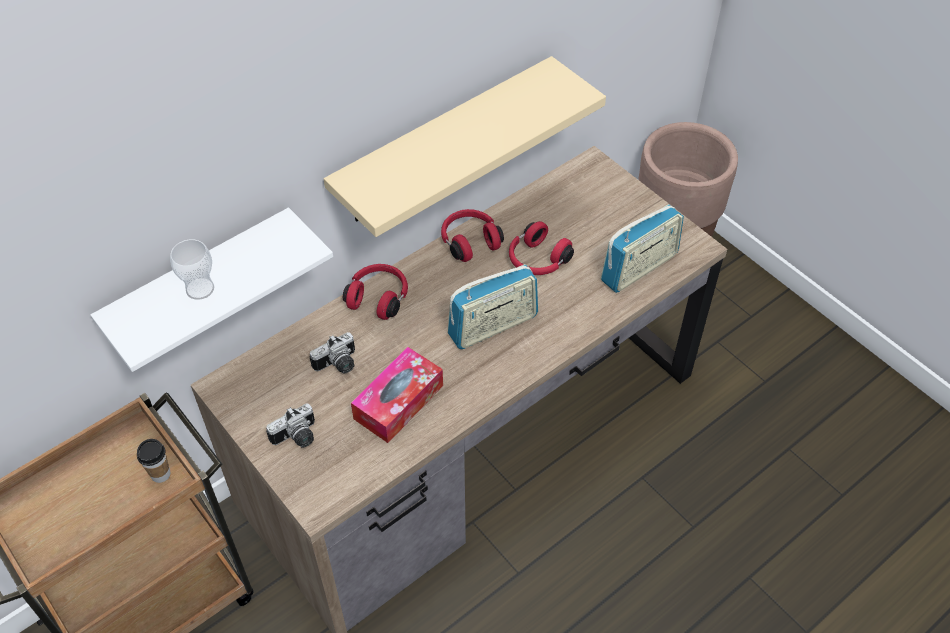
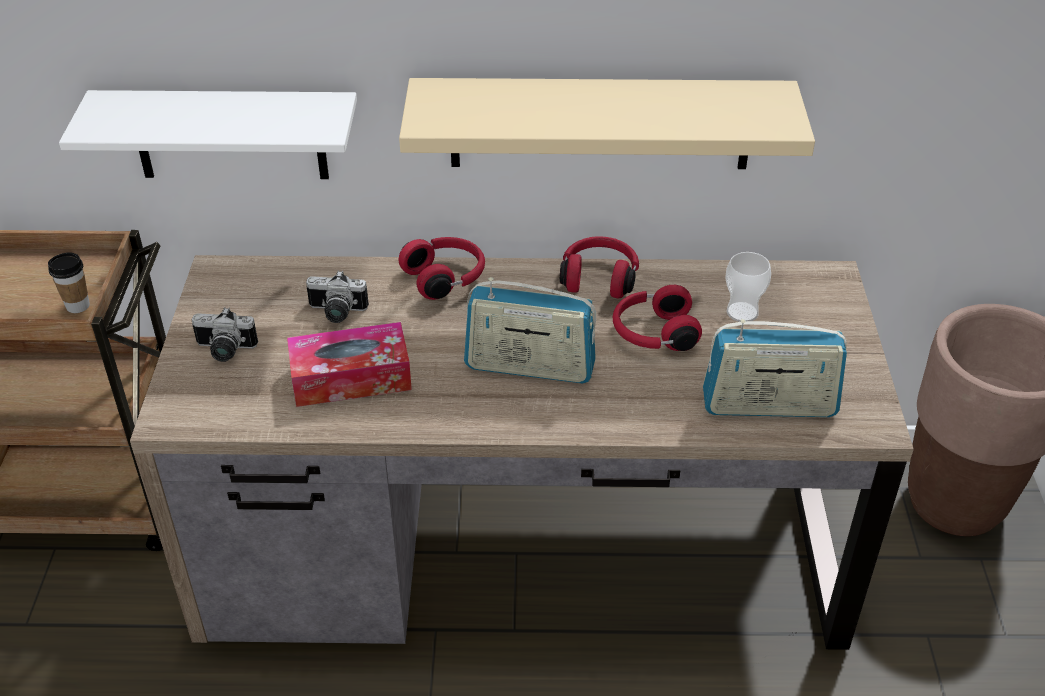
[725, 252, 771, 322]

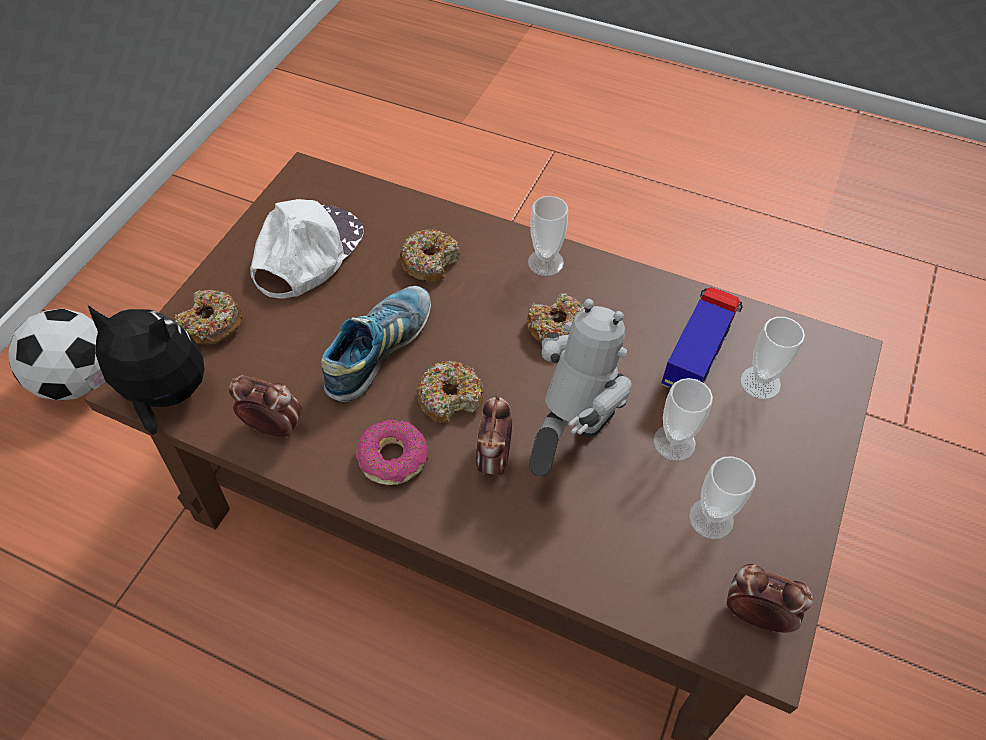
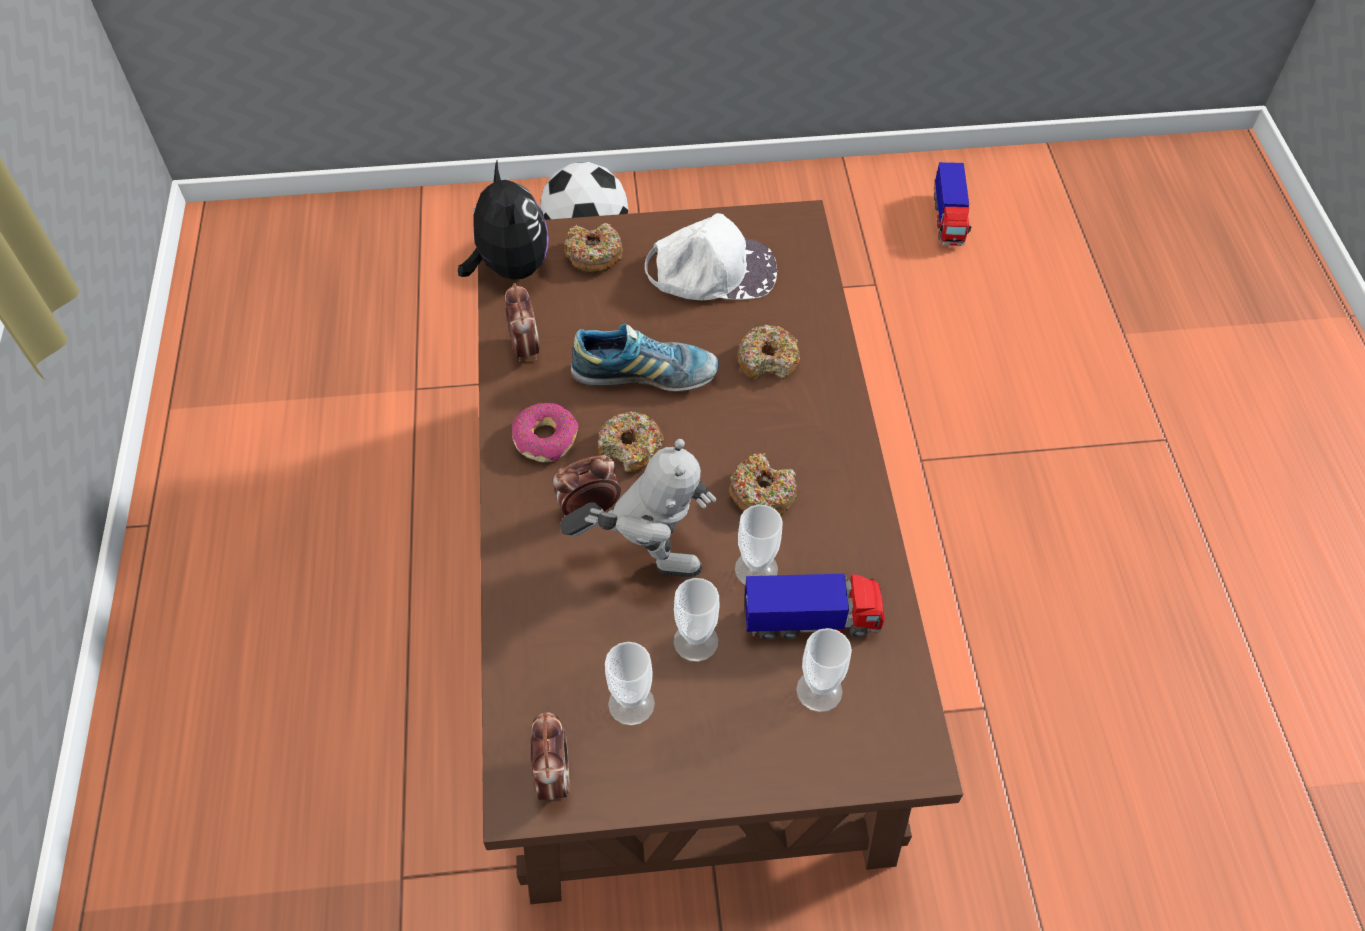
[934, 162, 972, 246]
[735, 504, 783, 585]

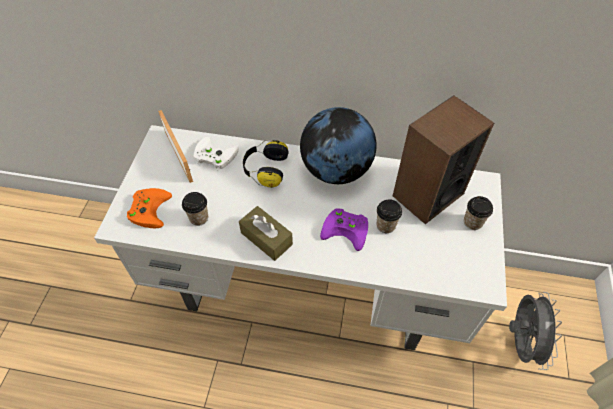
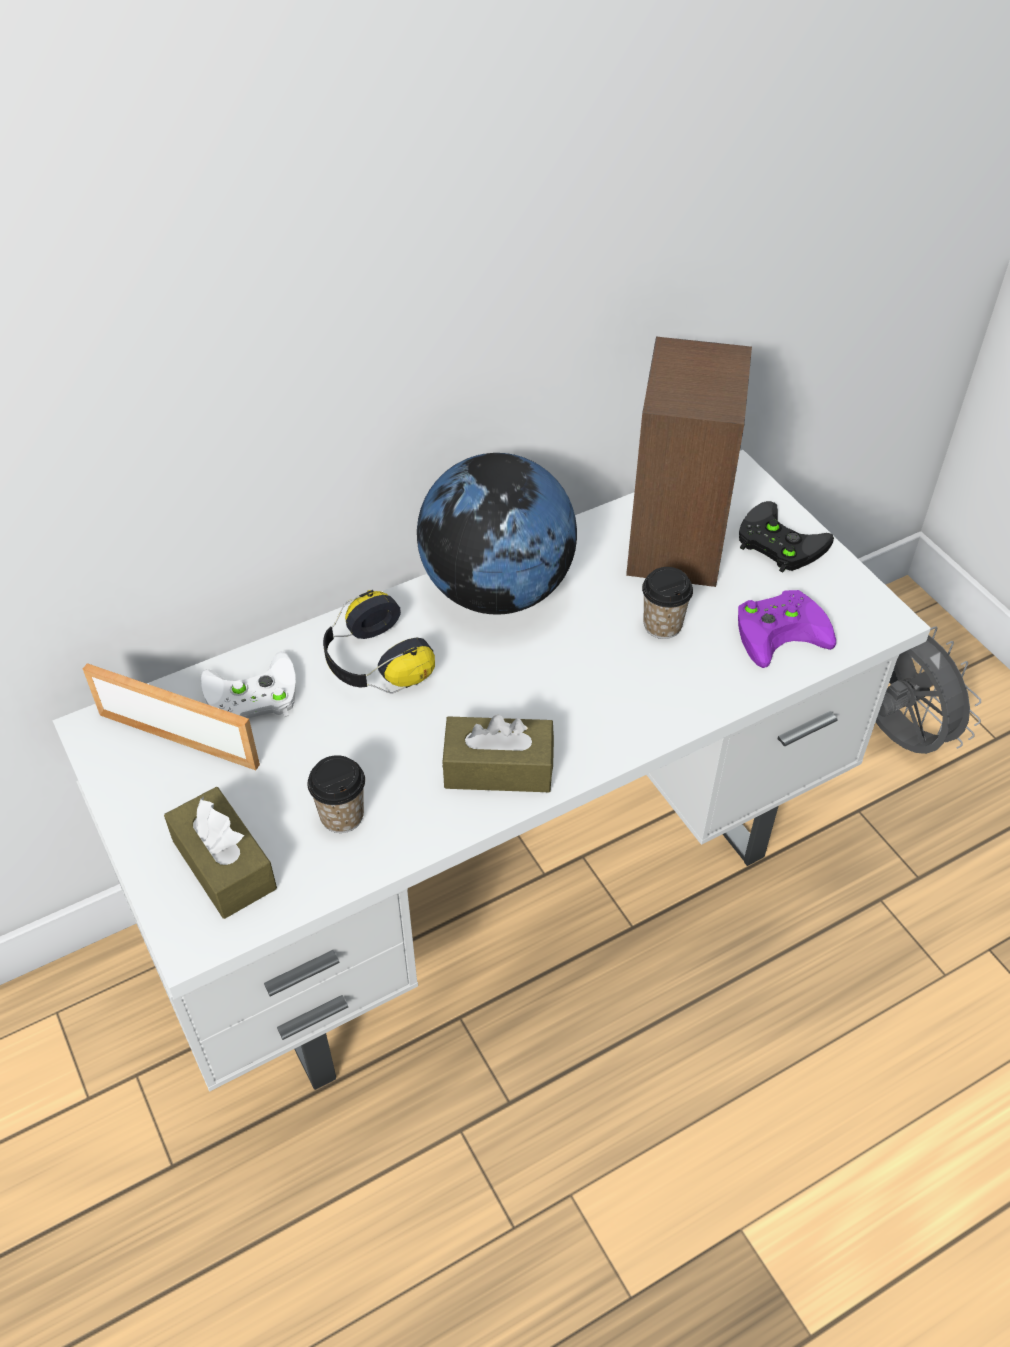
[738, 590, 836, 668]
[164, 787, 277, 919]
[739, 501, 834, 573]

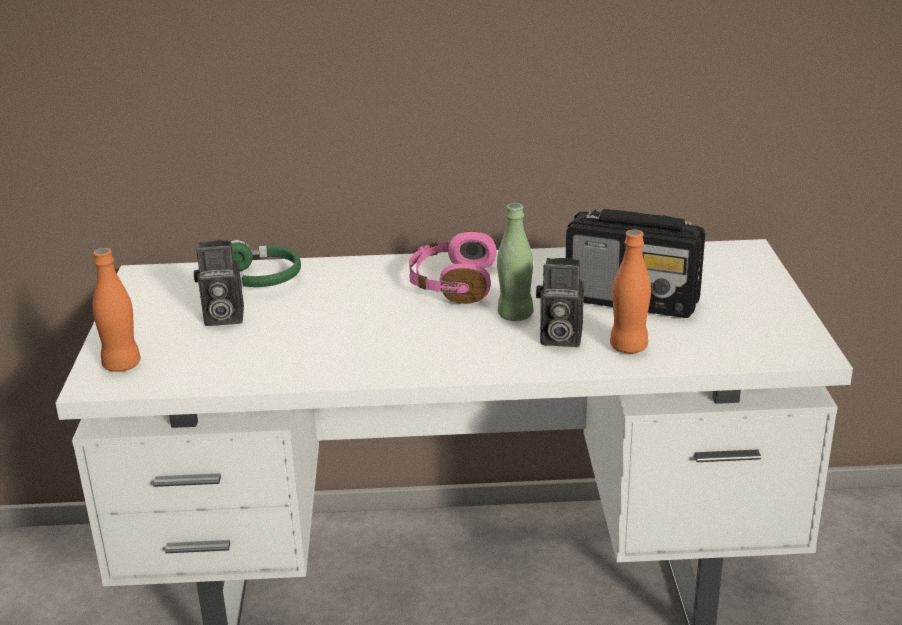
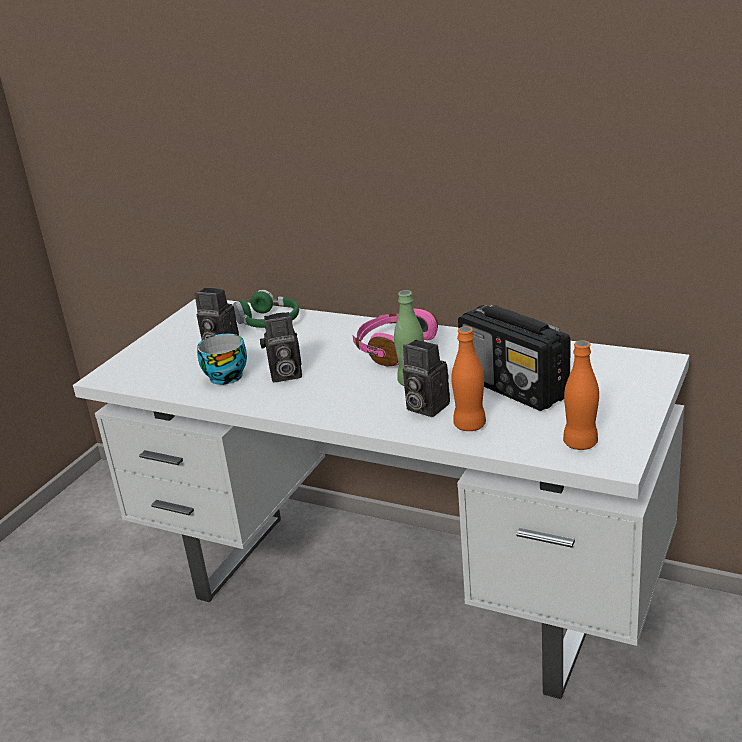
[197, 334, 247, 385]
[260, 312, 302, 382]
[563, 340, 599, 450]

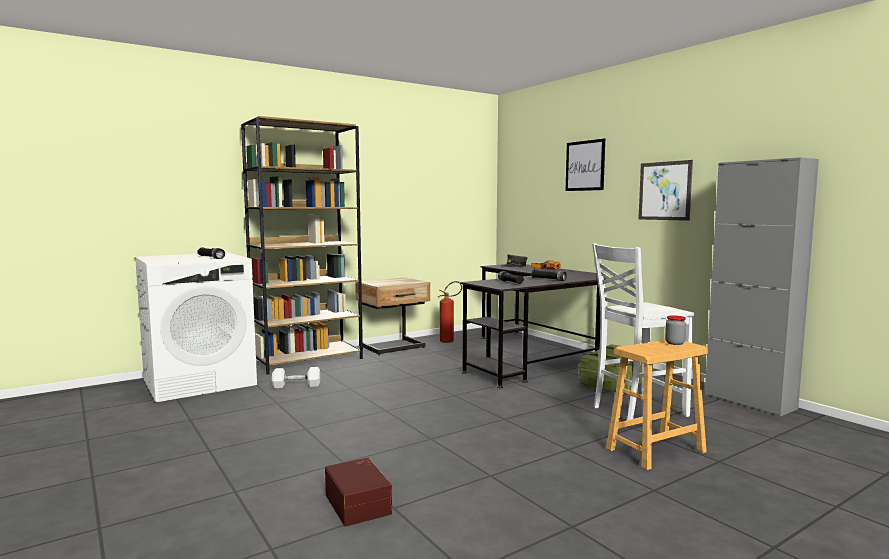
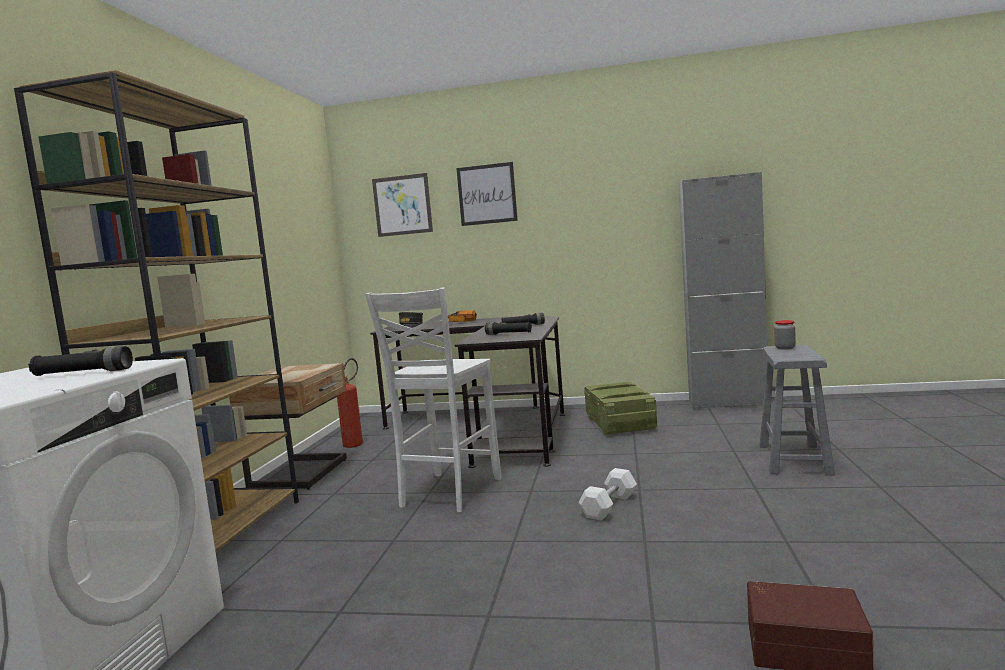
[578, 468, 637, 520]
[365, 288, 501, 512]
[372, 173, 433, 237]
[759, 345, 835, 475]

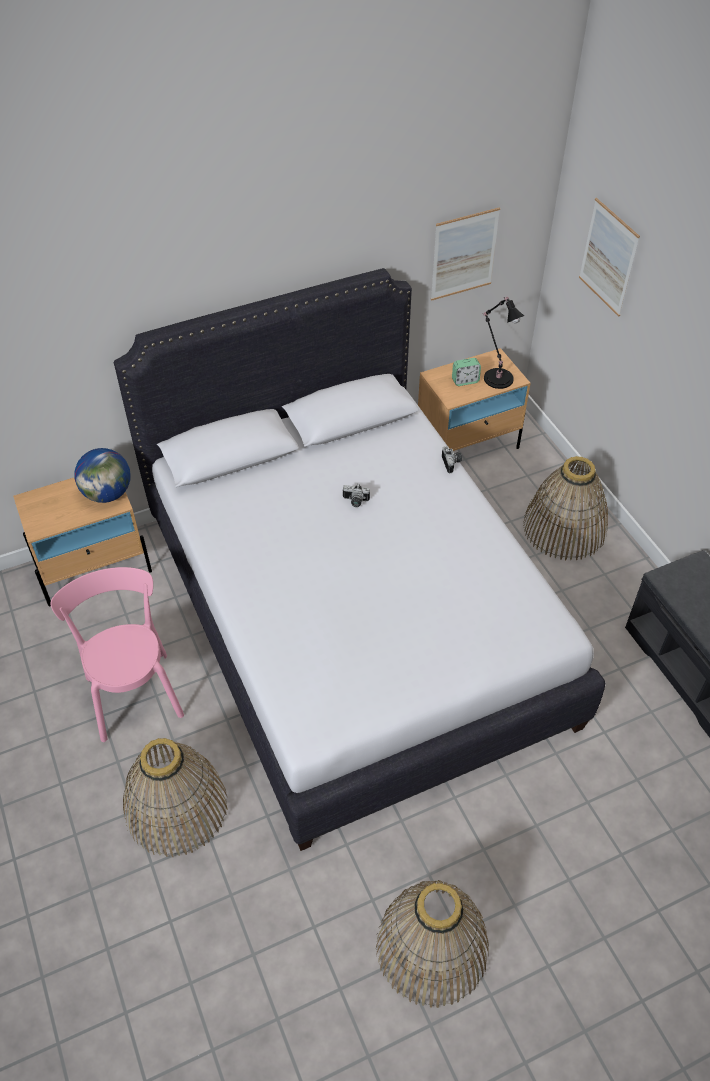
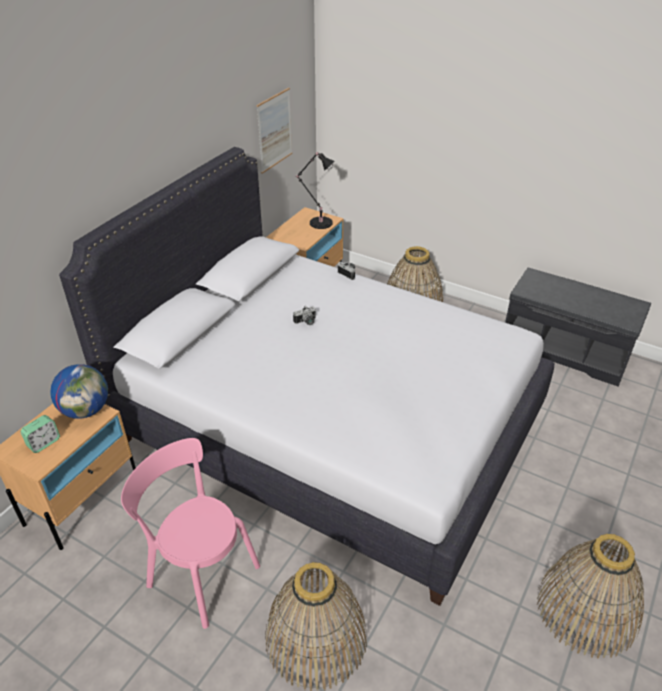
[579, 198, 640, 317] (first image)
[21, 415, 60, 453]

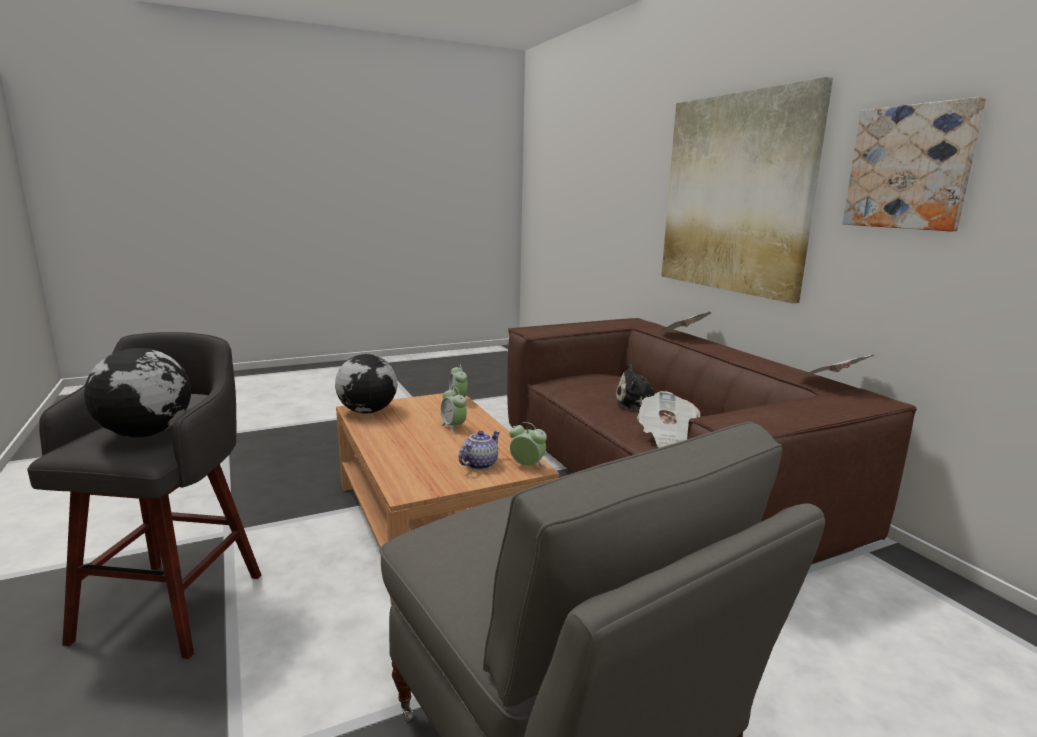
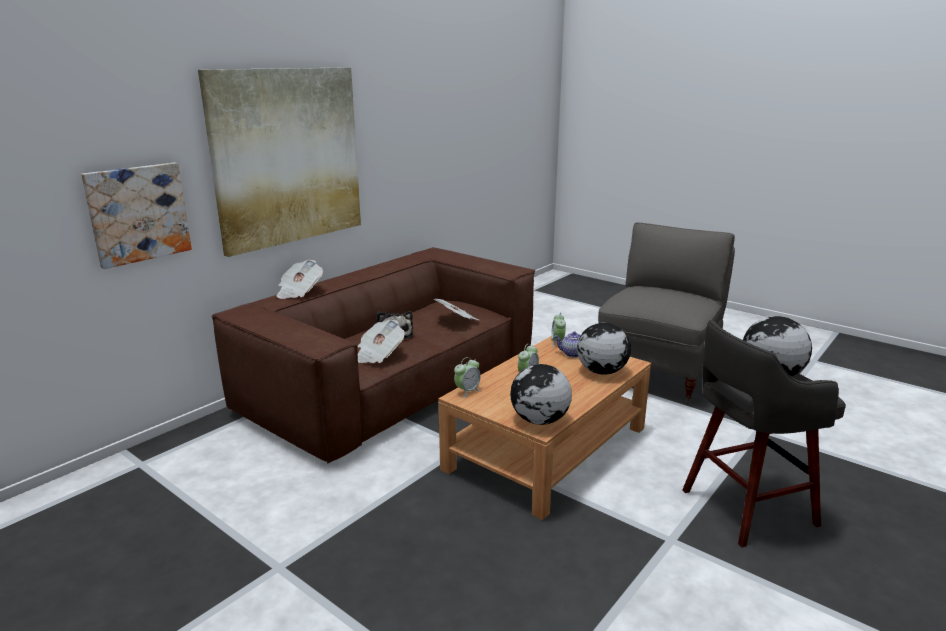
[577, 323, 631, 375]
[358, 320, 405, 363]
[81, 163, 192, 269]

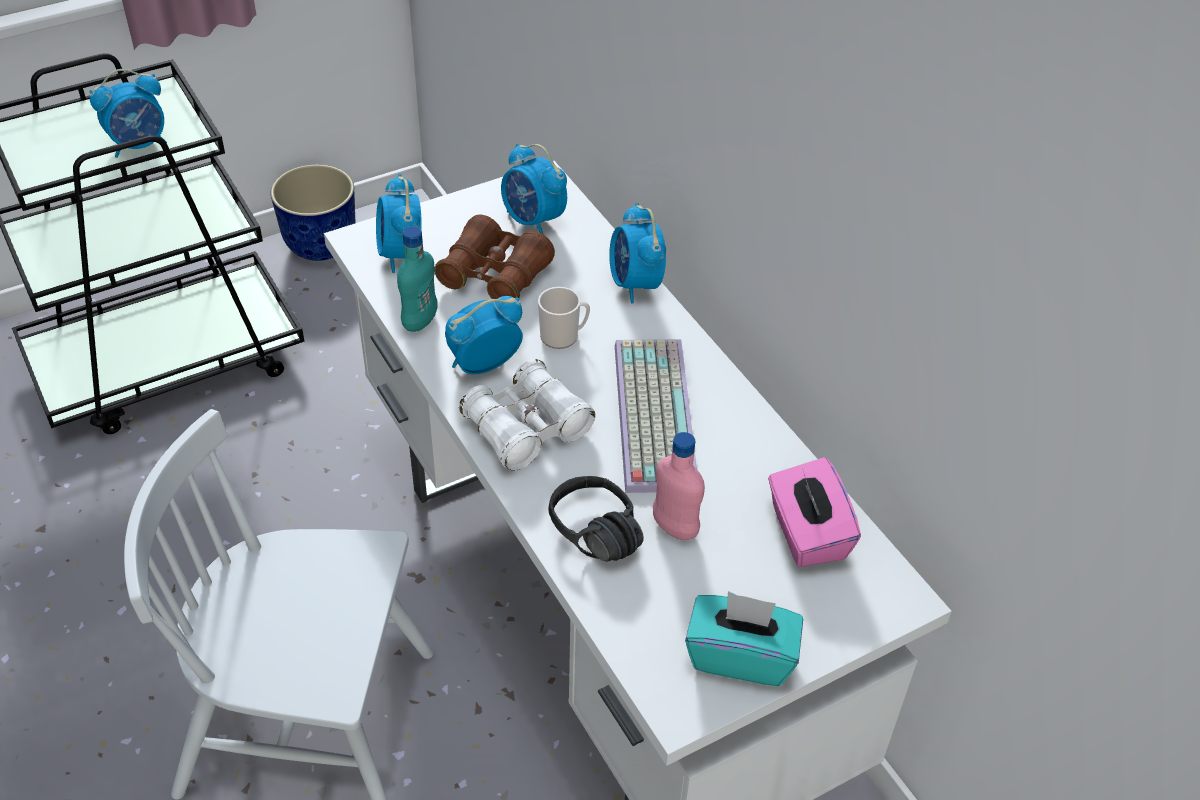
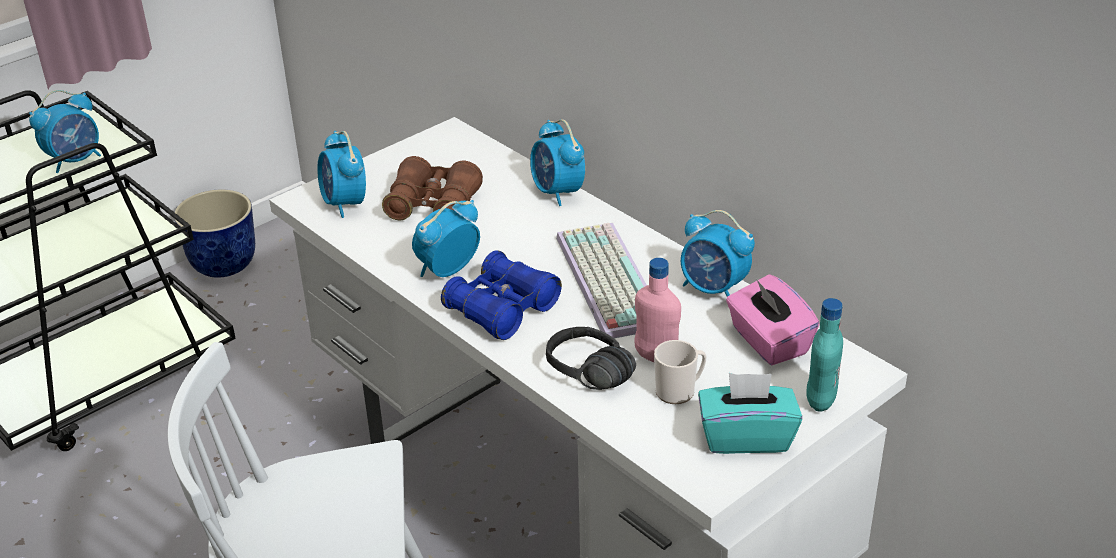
[806, 298, 843, 412]
[681, 210, 755, 297]
[654, 340, 706, 404]
[441, 250, 562, 340]

